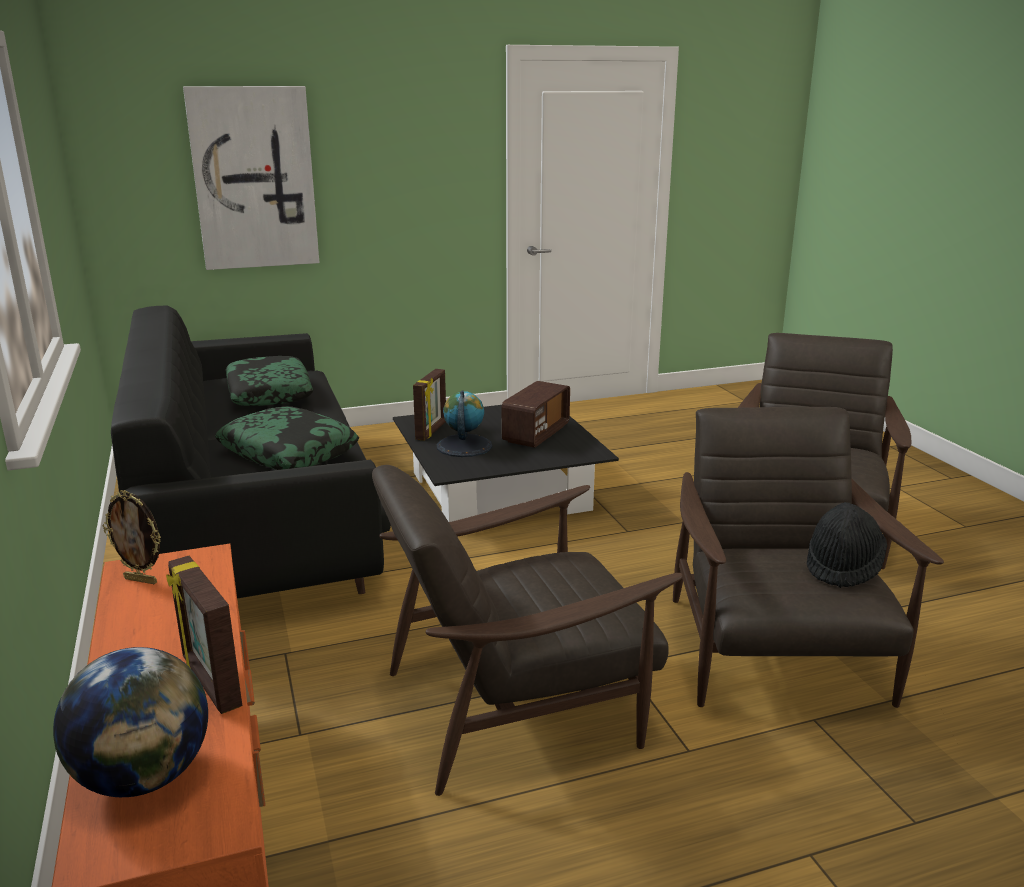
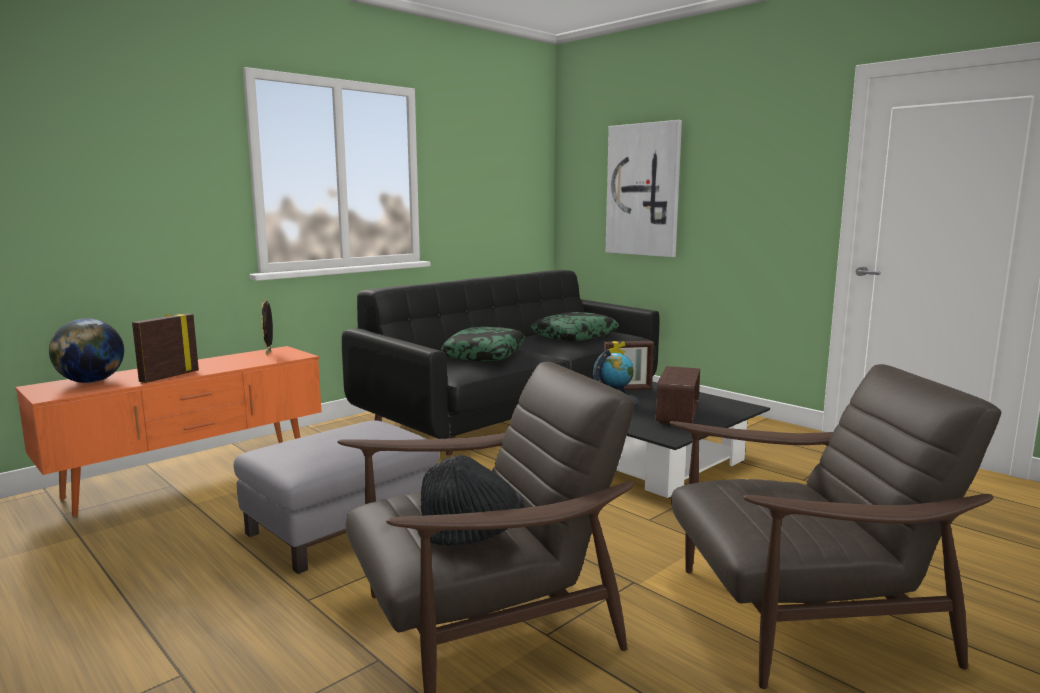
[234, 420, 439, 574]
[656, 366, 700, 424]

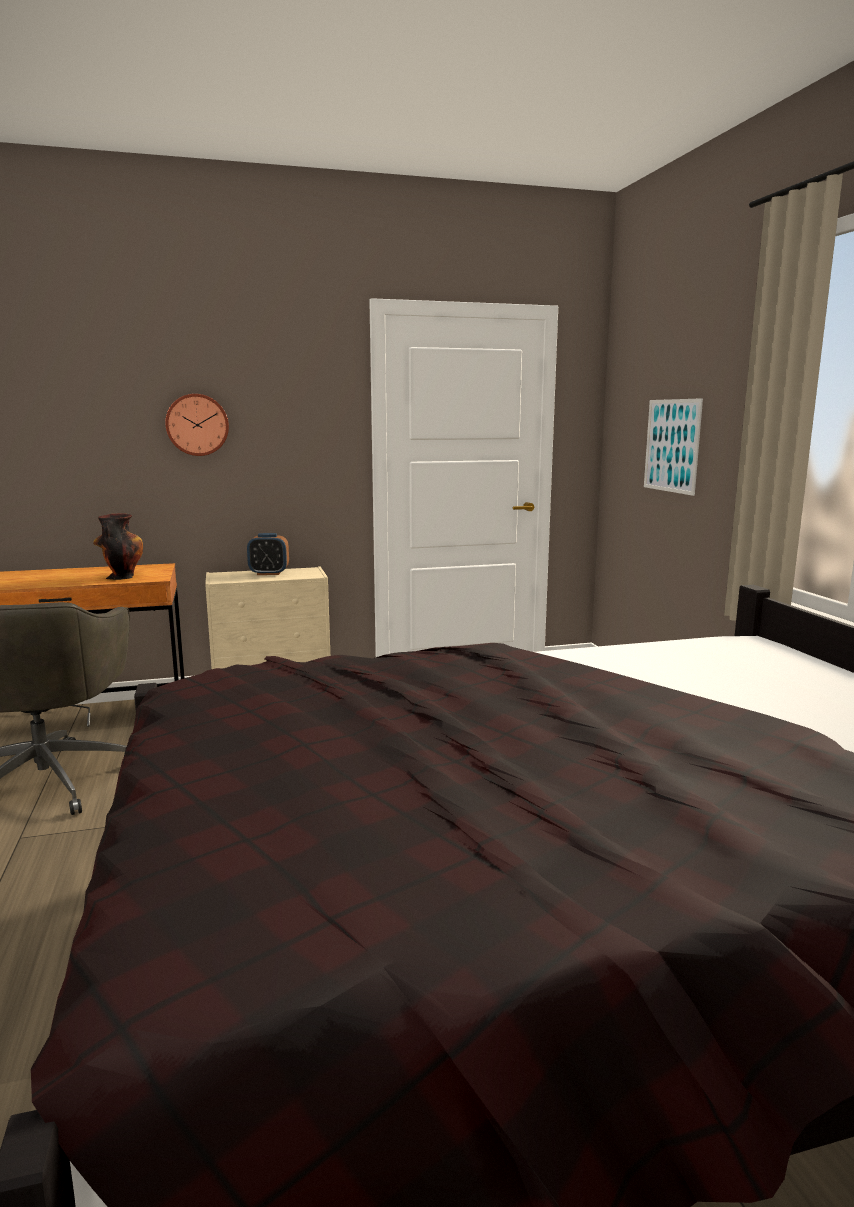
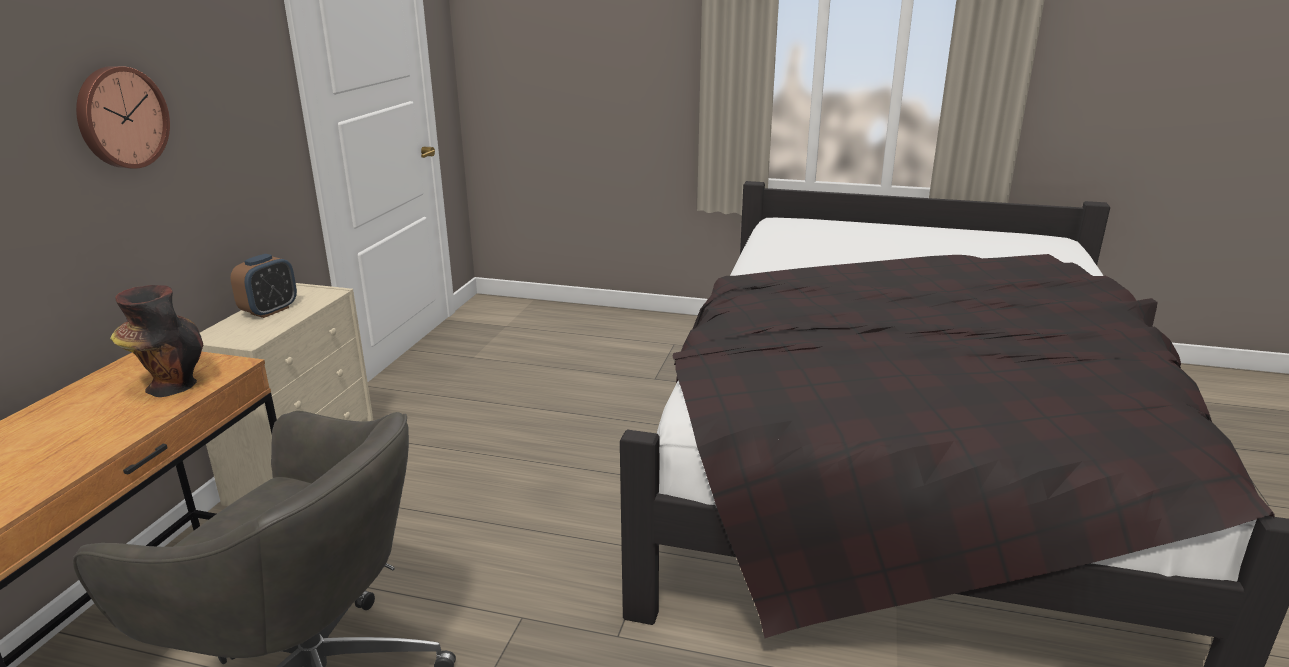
[644, 398, 703, 496] (first image)

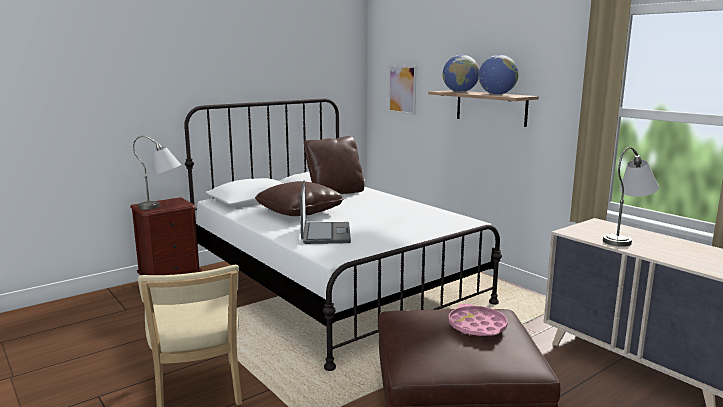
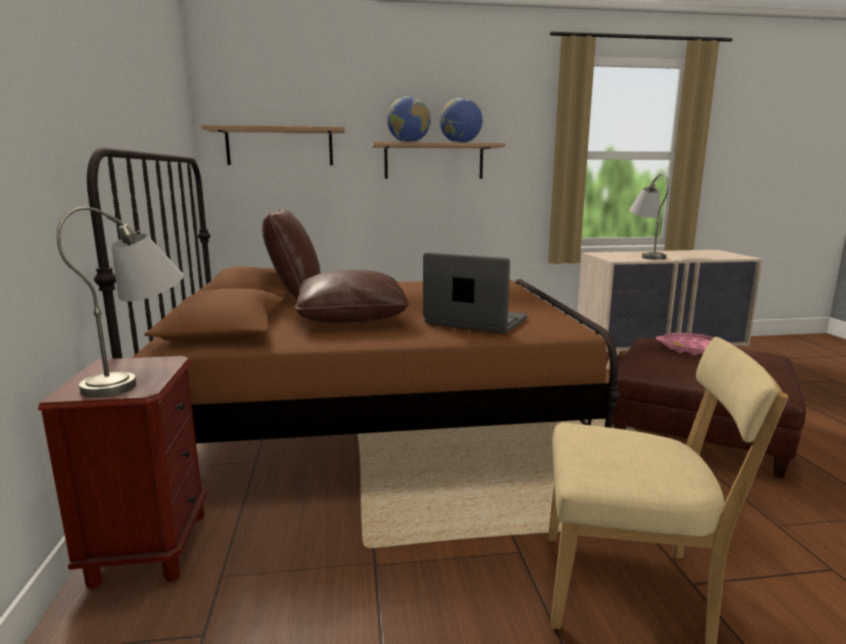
[201, 125, 345, 165]
[87, 147, 621, 443]

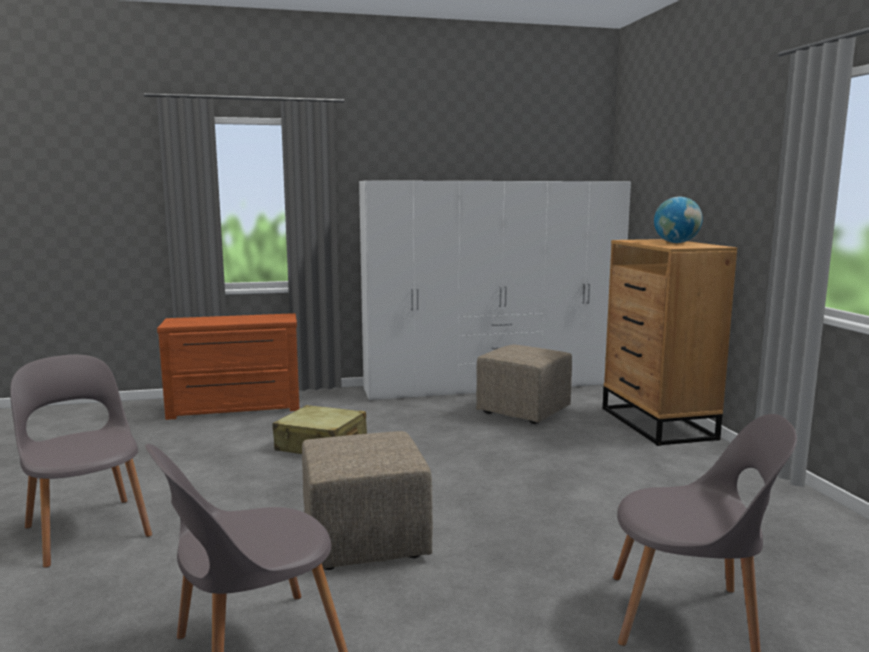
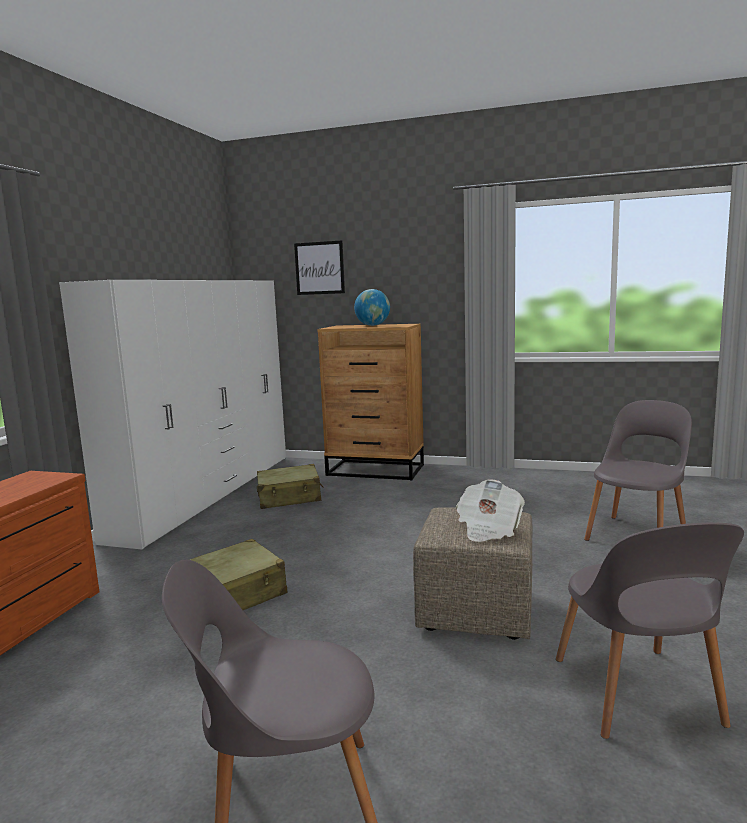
[294, 240, 345, 295]
[456, 479, 525, 542]
[257, 464, 324, 509]

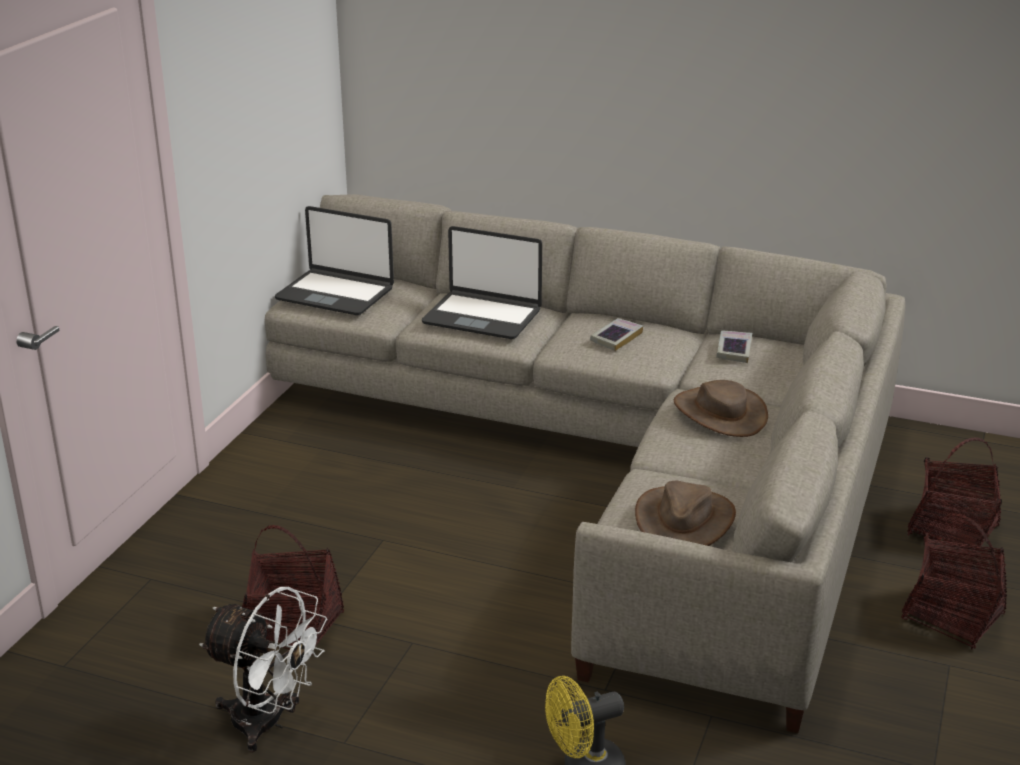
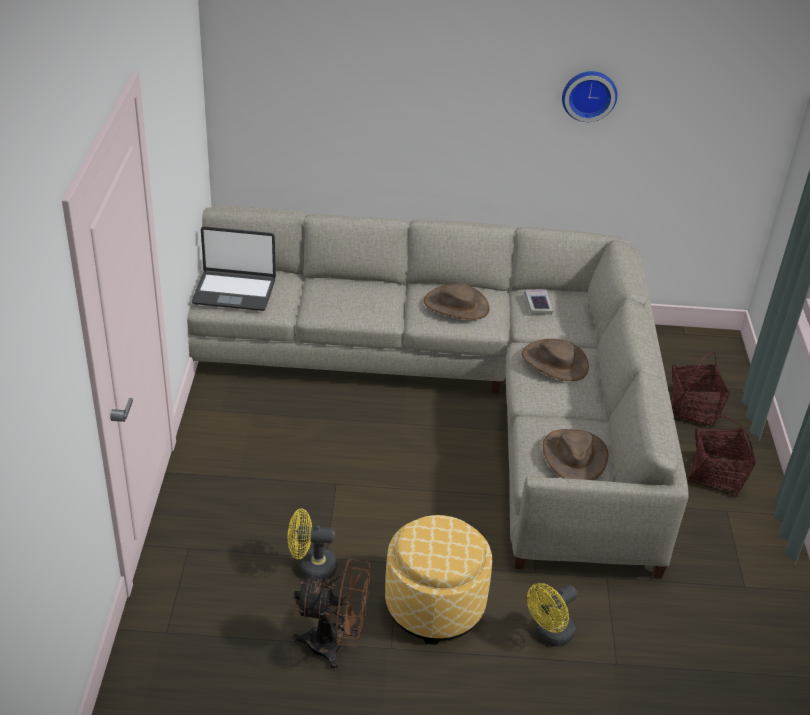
[422, 226, 542, 339] (first image)
[385, 515, 492, 645]
[562, 71, 617, 122]
[288, 509, 337, 579]
[424, 284, 490, 320]
[292, 559, 371, 670]

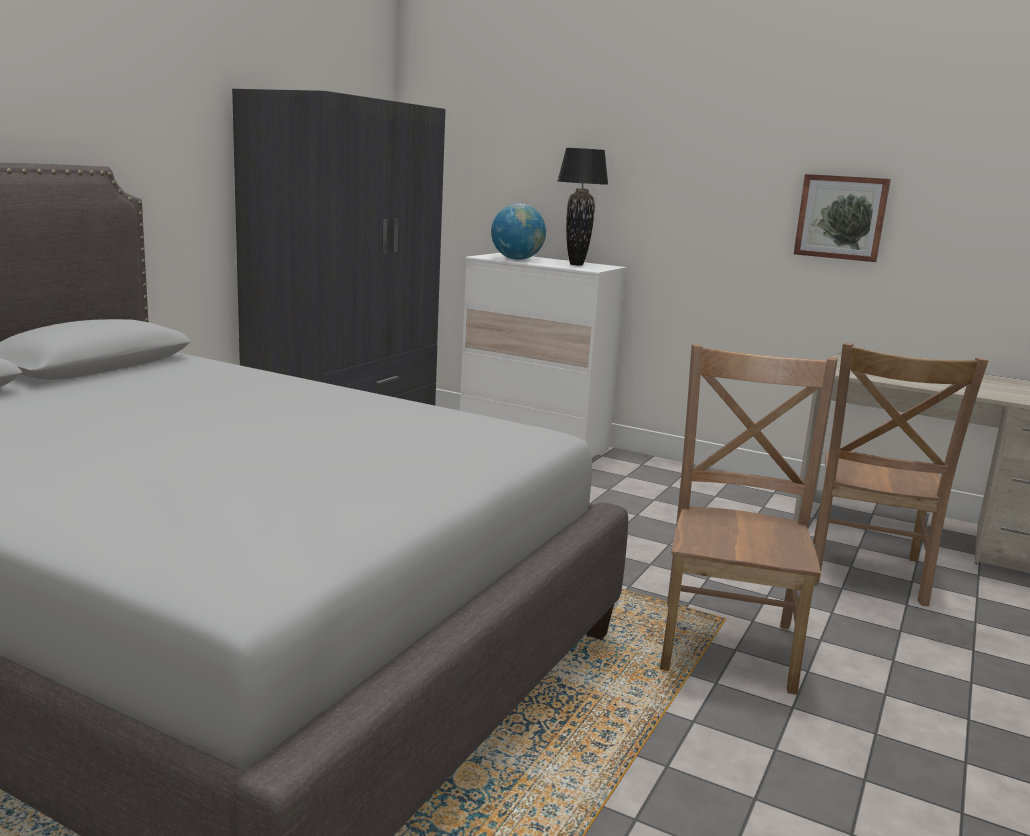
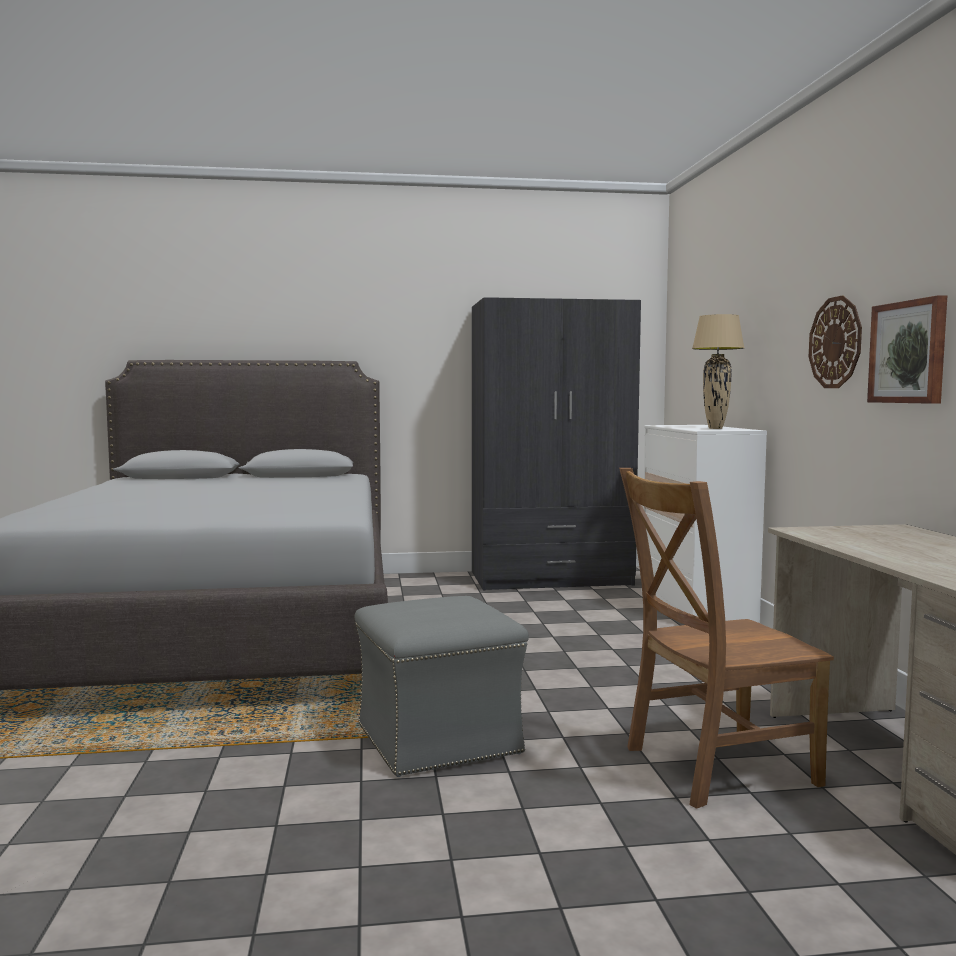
[491, 204, 546, 260] (first image)
[809, 296, 862, 388]
[355, 596, 529, 777]
[692, 314, 745, 429]

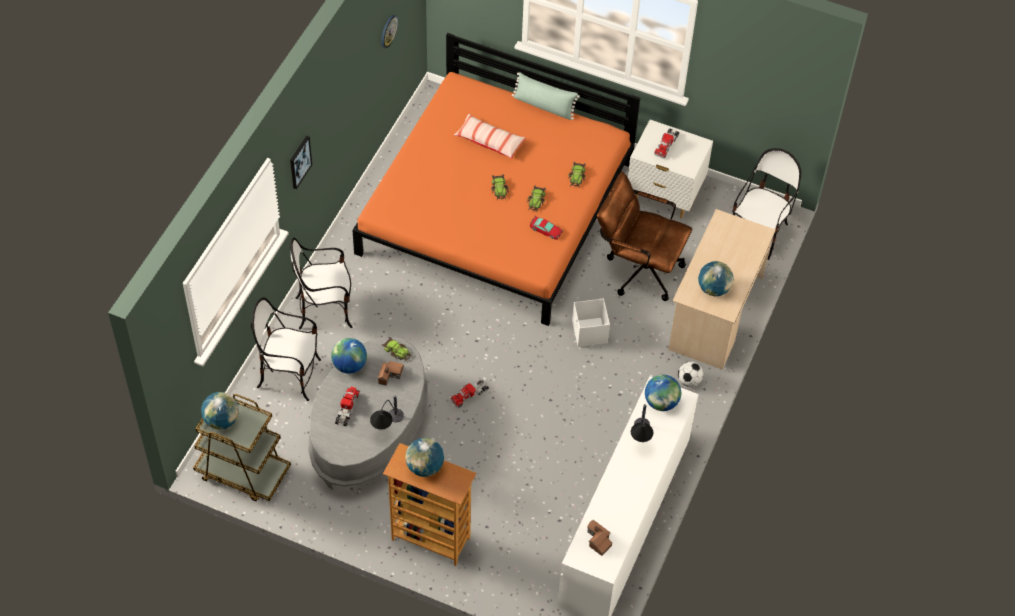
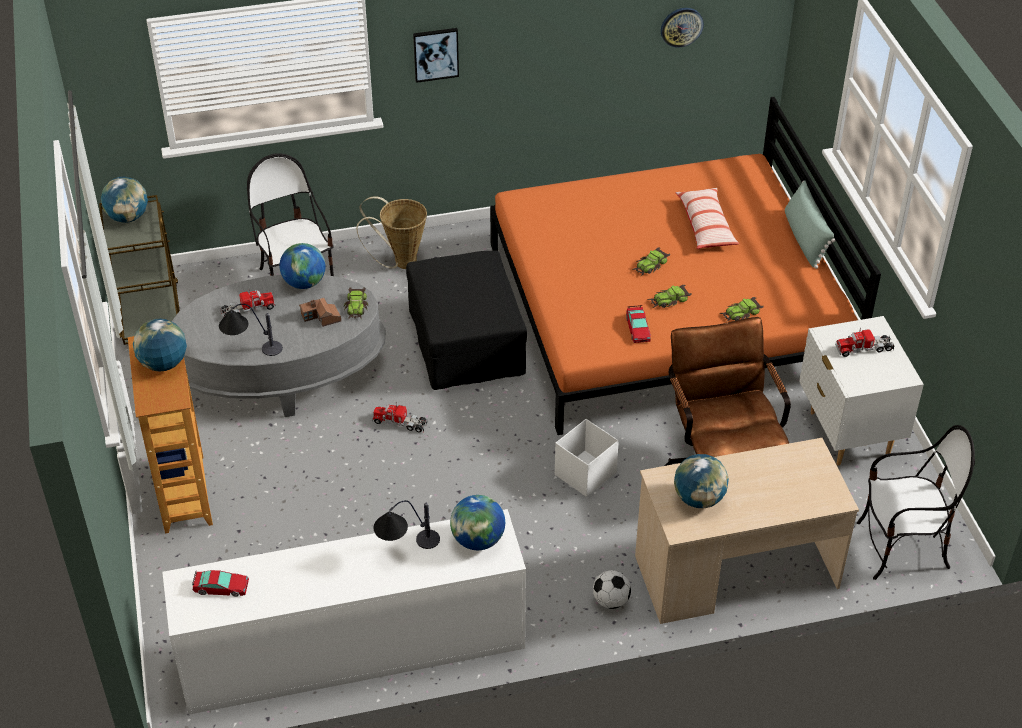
[406, 250, 527, 390]
[356, 196, 427, 269]
[192, 570, 249, 597]

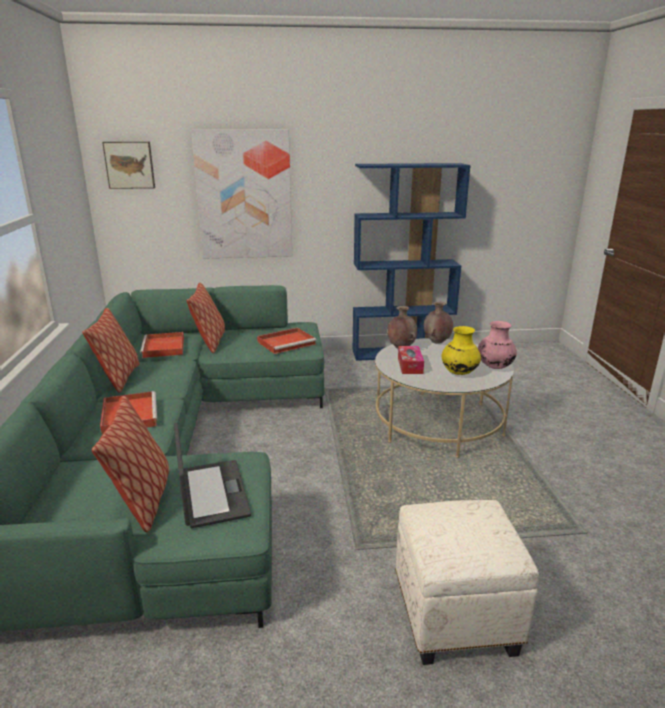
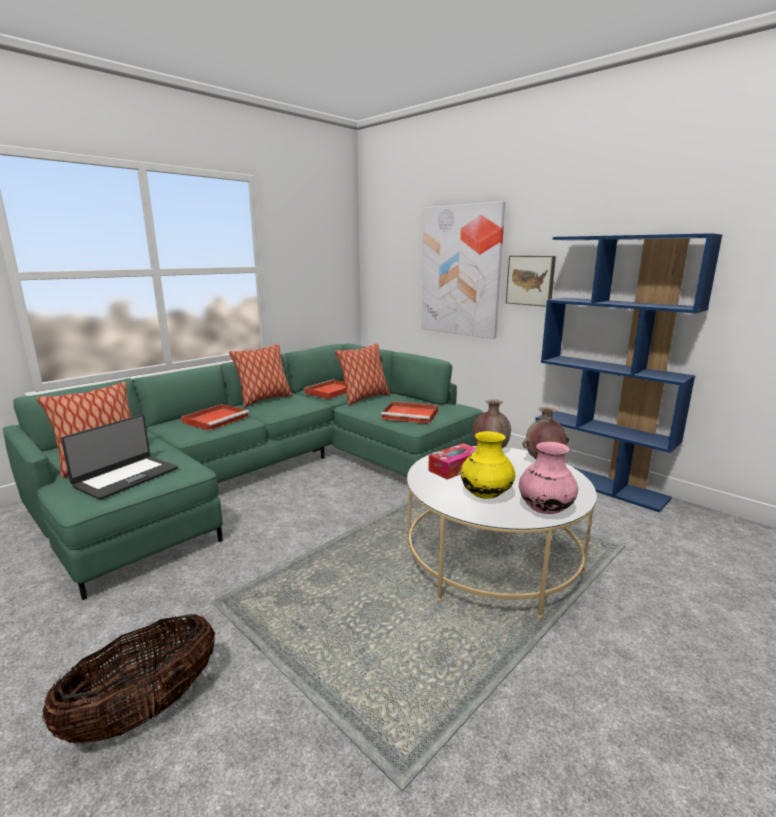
[506, 256, 556, 307]
[42, 614, 215, 744]

